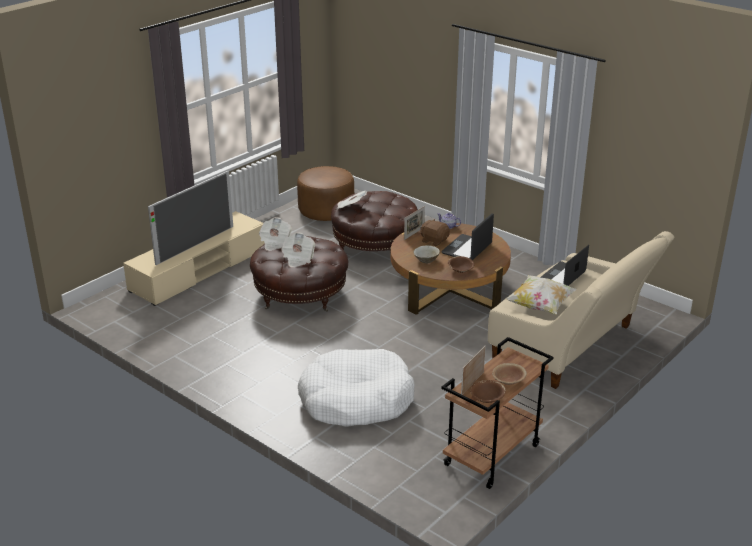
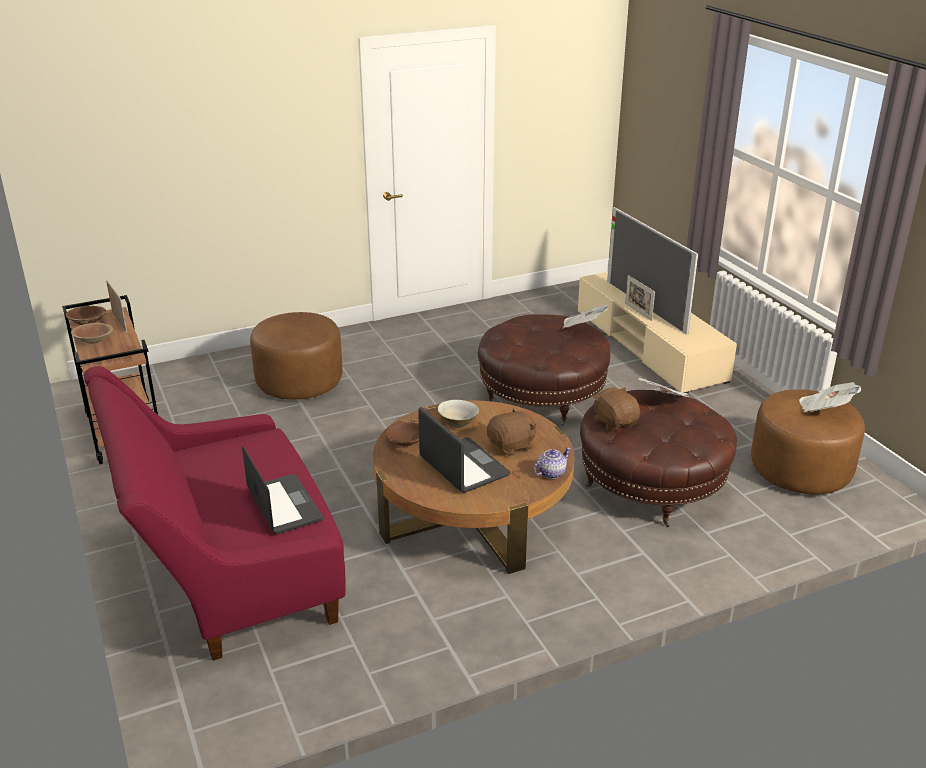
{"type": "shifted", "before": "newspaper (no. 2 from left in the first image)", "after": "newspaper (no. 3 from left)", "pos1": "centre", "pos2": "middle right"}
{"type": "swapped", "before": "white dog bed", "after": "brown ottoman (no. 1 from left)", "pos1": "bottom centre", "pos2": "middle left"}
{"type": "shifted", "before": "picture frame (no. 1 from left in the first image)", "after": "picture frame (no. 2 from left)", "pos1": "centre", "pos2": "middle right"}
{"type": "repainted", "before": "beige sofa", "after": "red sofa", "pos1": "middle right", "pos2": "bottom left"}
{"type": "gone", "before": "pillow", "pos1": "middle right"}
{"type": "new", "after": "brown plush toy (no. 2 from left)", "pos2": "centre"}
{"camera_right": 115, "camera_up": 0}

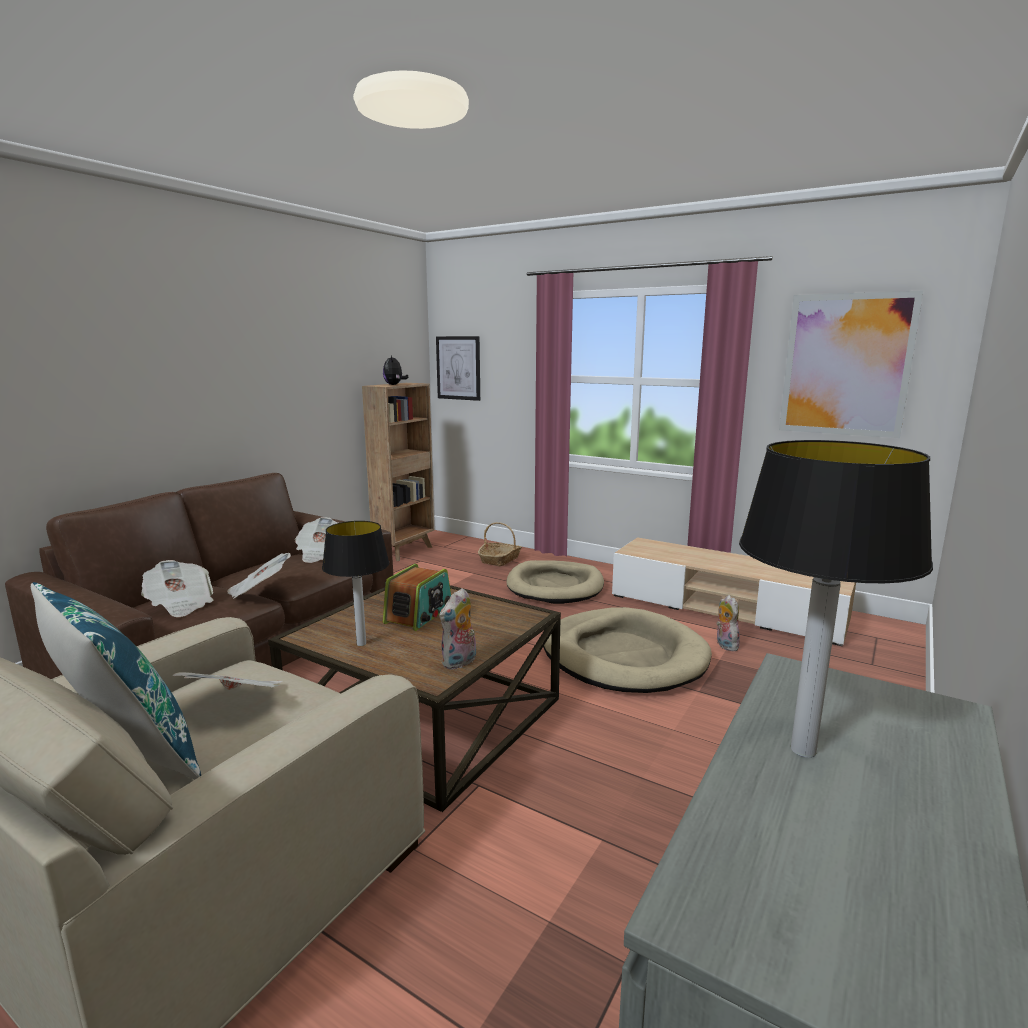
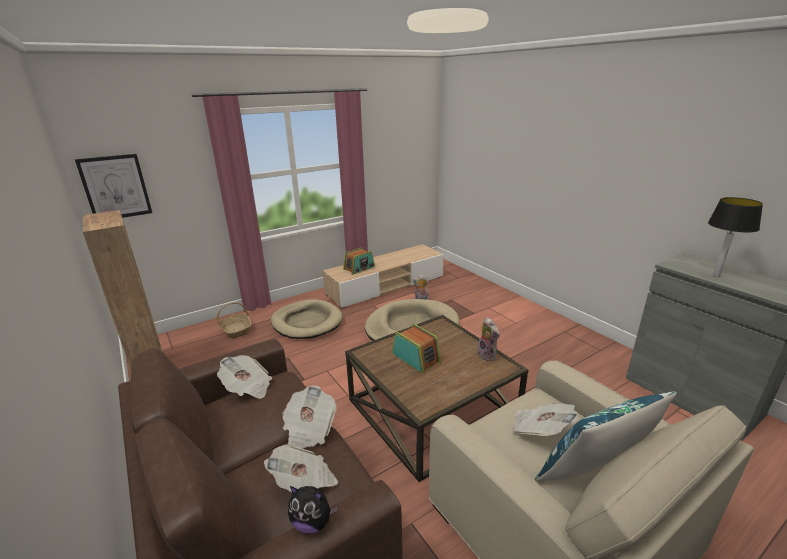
{"type": "gone", "before": "table lamp (no. 1 from left)", "pos1": "centre"}
{"type": "shifted", "before": "plush toy (no. 1 from left)", "pos1": "centre", "pos2": "bottom centre"}
{"type": "gone", "before": "picture (no. 2 from left)", "pos1": "middle right"}
{"type": "new", "after": "radio (no. 1 from left)", "pos2": "centre"}
{"camera_right": -65, "camera_up": 10}

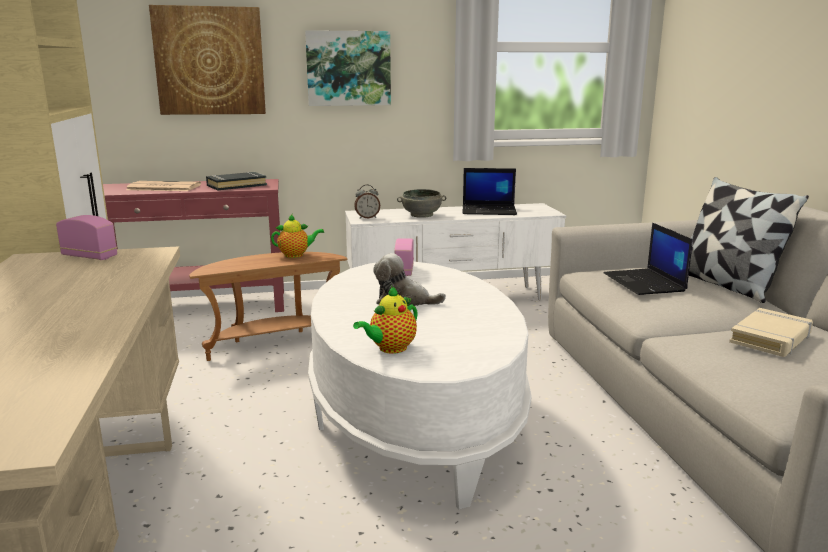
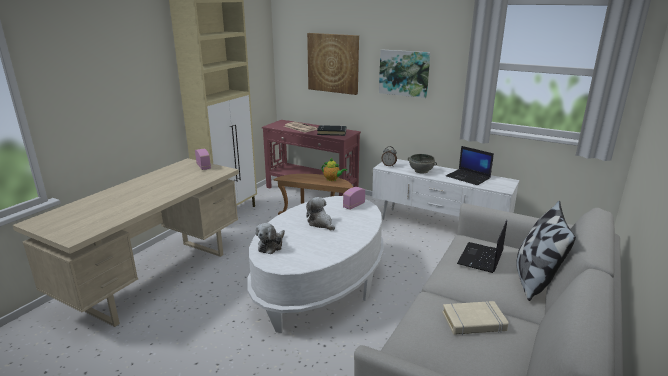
{"type": "swapped", "before": "teapot (no. 2 from left)", "after": "plush toy (no. 1 from left)", "pos1": "centre", "pos2": "centre"}
{"camera_right": 40, "camera_up": 5}

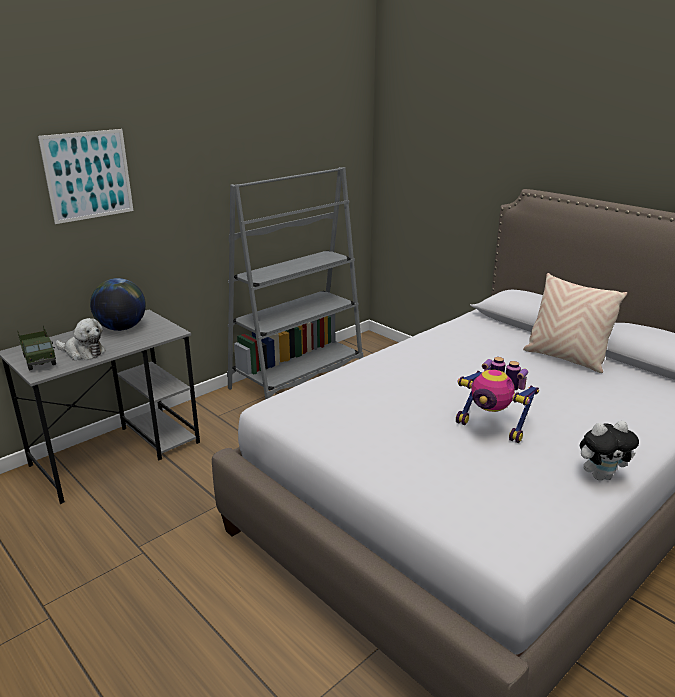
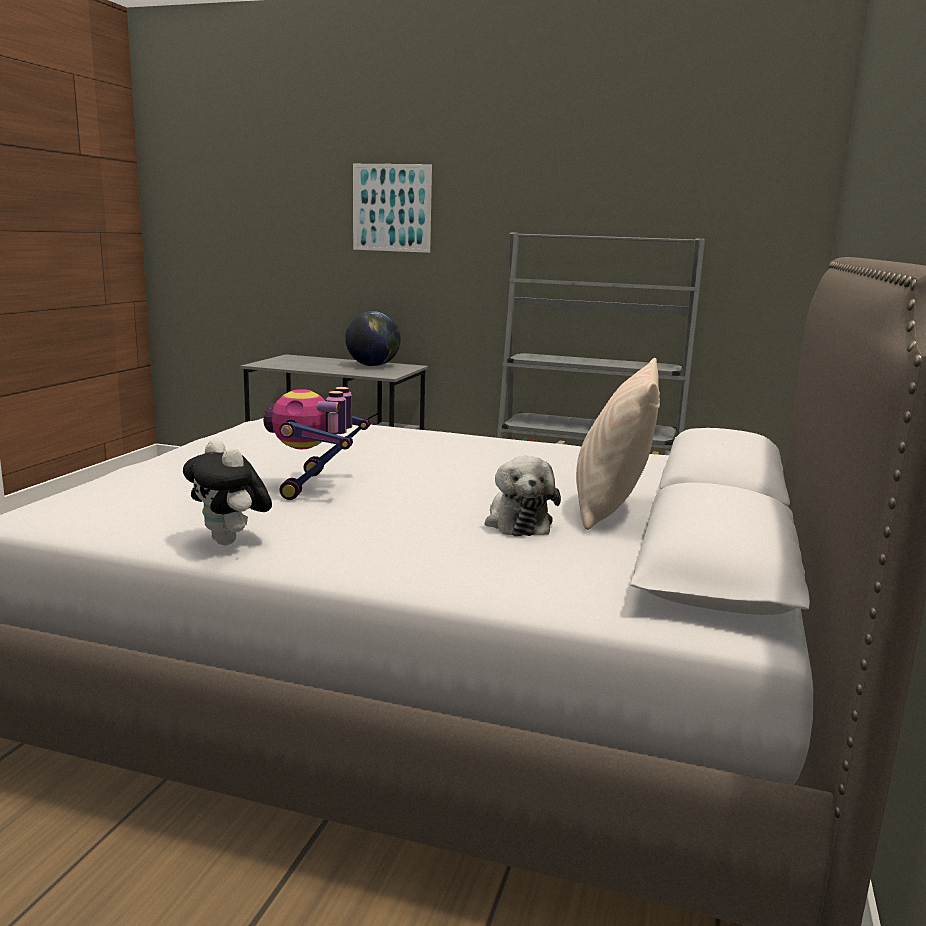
{"type": "gone", "before": "toy truck", "pos1": "middle left"}
{"type": "shifted", "before": "plush toy (no. 1 from left in the first image)", "after": "plush toy (no. 2 from left)", "pos1": "middle left", "pos2": "centre"}
{"camera_right": 60, "camera_up": -10}

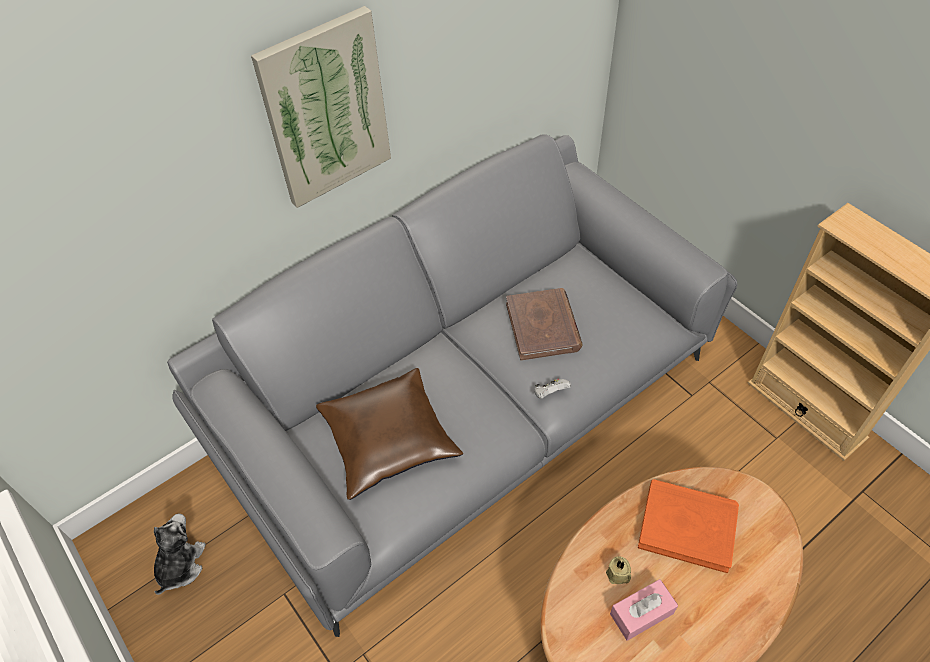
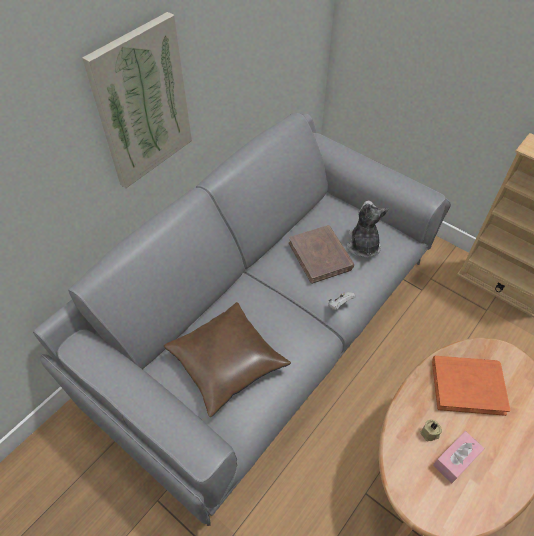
{"type": "shifted", "before": "plush toy", "pos1": "bottom left", "pos2": "middle right"}
{"camera_right": -15, "camera_up": 0}

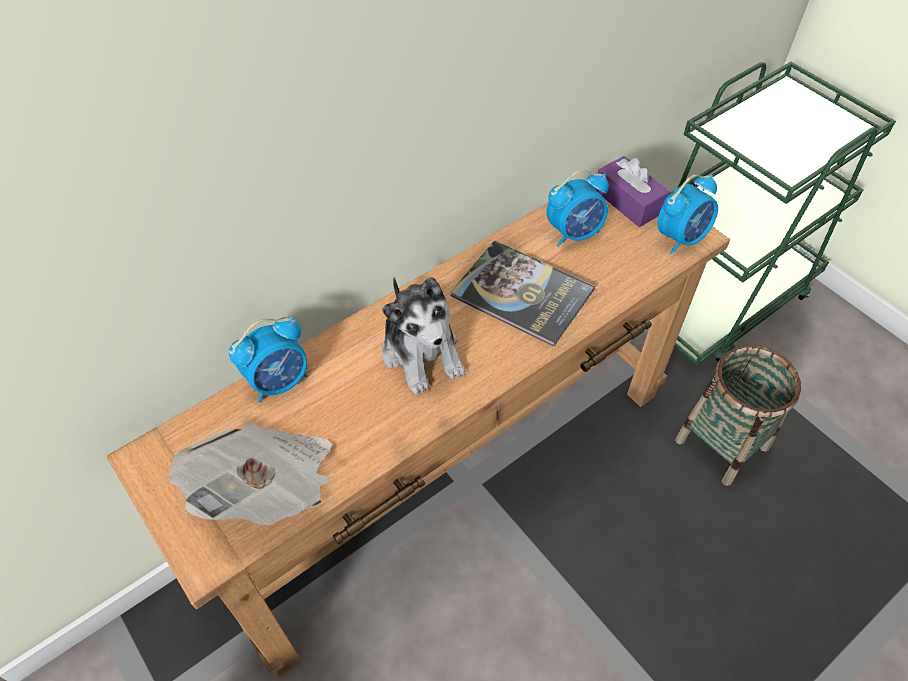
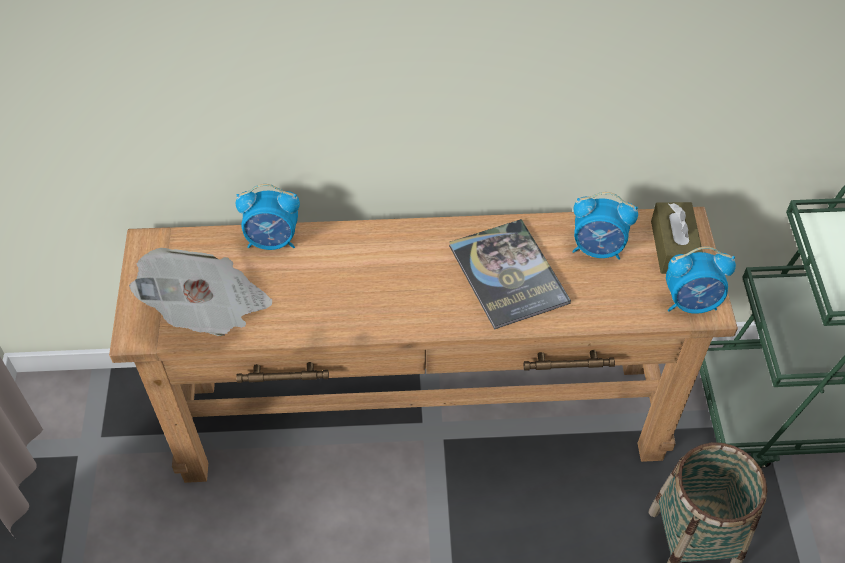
{"type": "gone", "before": "plush toy", "pos1": "centre"}
{"type": "repainted", "before": "purple tissue box", "after": "brown tissue box", "pos1": "top right", "pos2": "middle right"}
{"camera_right": 35, "camera_up": 0}

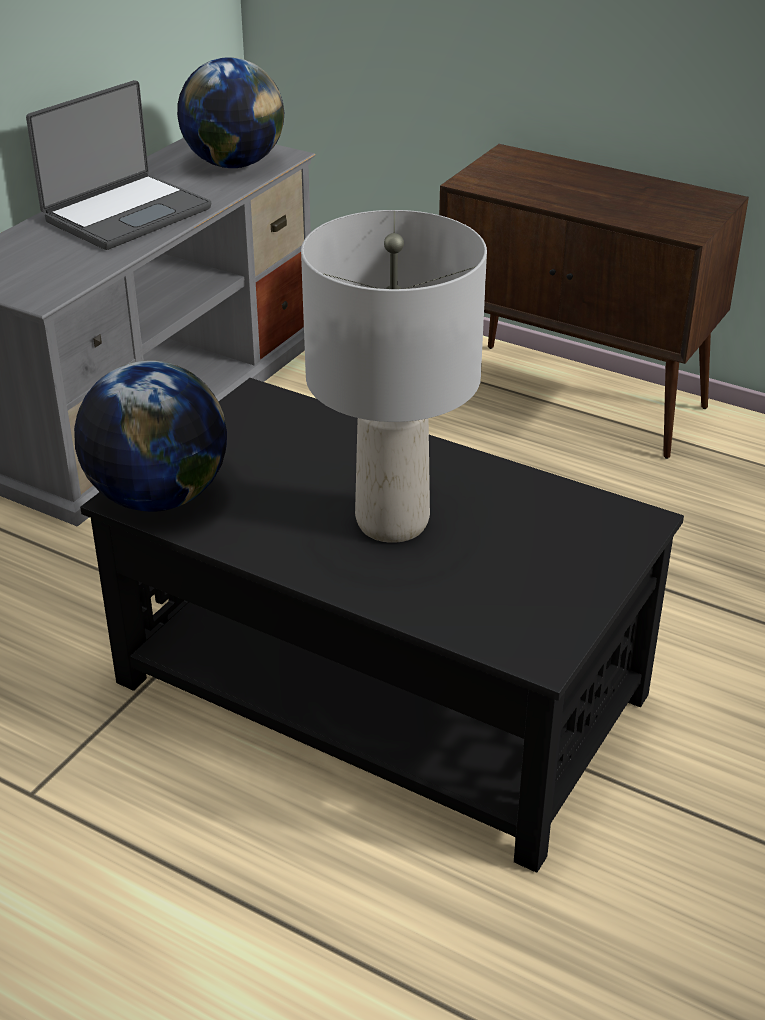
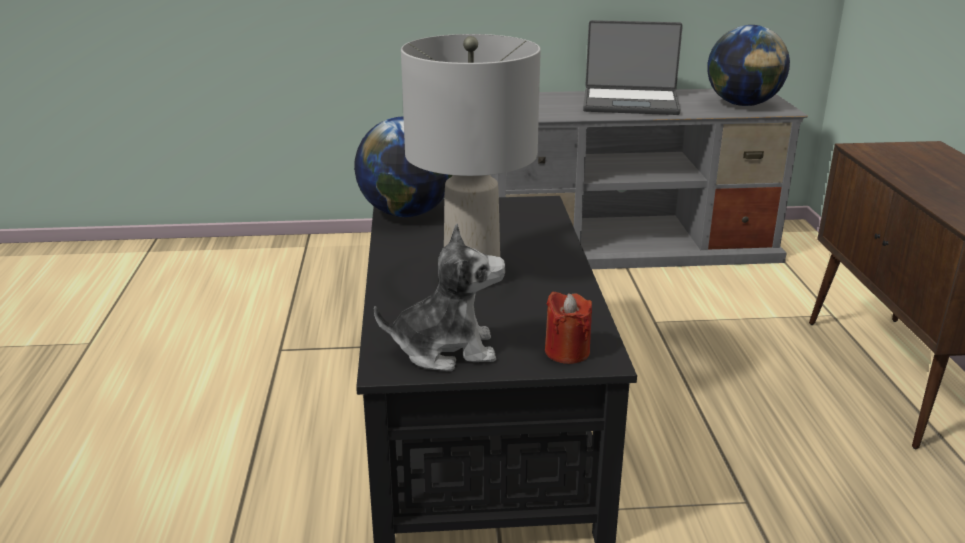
{"type": "new", "after": "plush toy", "pos2": "centre"}
{"type": "new", "after": "red candle", "pos2": "centre"}
{"camera_right": 55, "camera_up": -10}

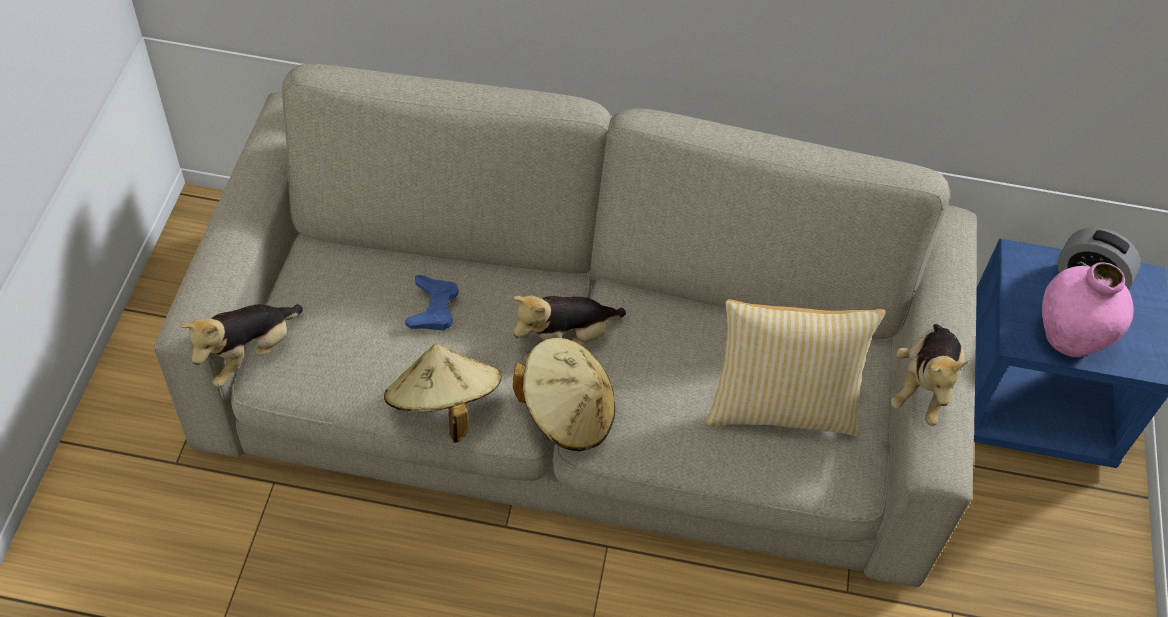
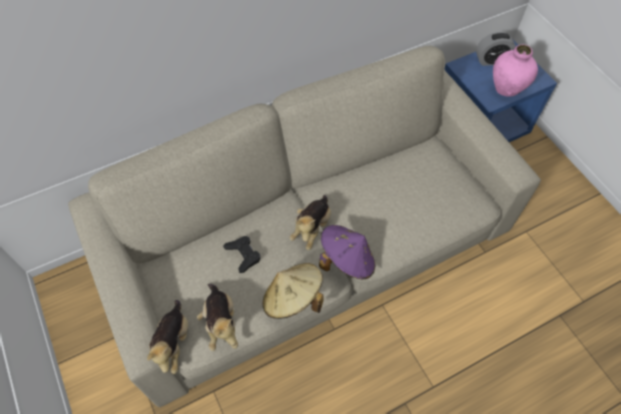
{"type": "repainted", "before": "blue game controller", "after": "black game controller", "pos1": "centre", "pos2": "centre"}
{"type": "repainted", "before": "beige hat (no. 2 from left)", "after": "purple hat", "pos1": "centre", "pos2": "centre"}
{"type": "gone", "before": "pillow", "pos1": "middle right"}
{"type": "shifted", "before": "plush toy (no. 3 from left in the first image)", "after": "plush toy (no. 2 from left)", "pos1": "middle right", "pos2": "bottom centre"}
{"camera_right": -35, "camera_up": 5}

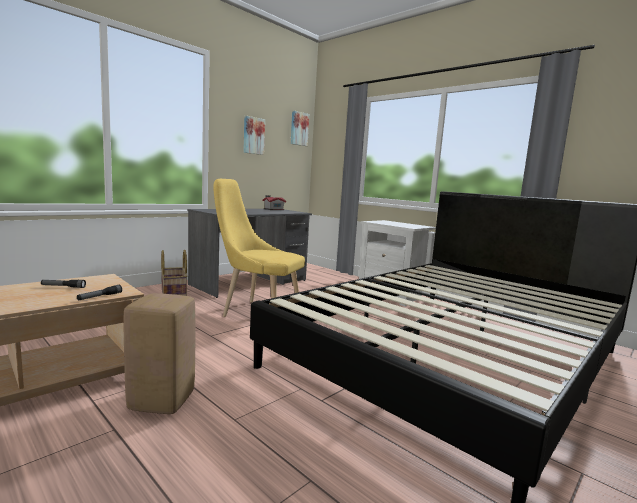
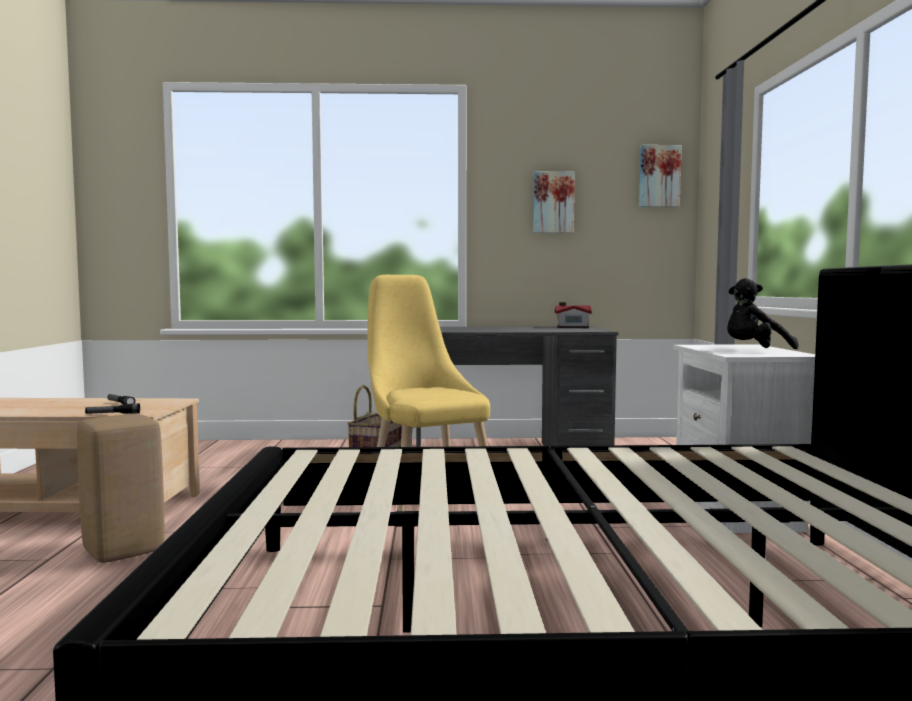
{"type": "new", "after": "black plush toy", "pos2": "middle right"}
{"camera_right": 45, "camera_up": -5}

